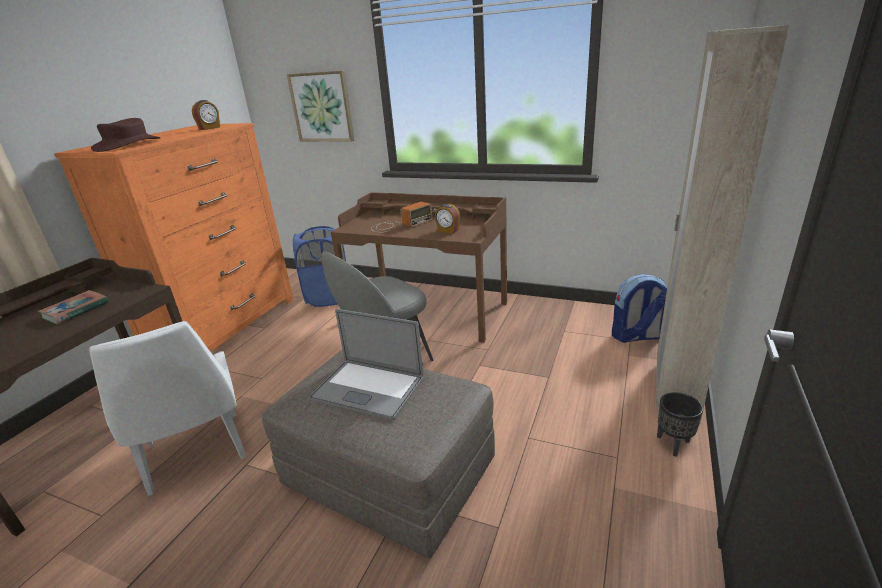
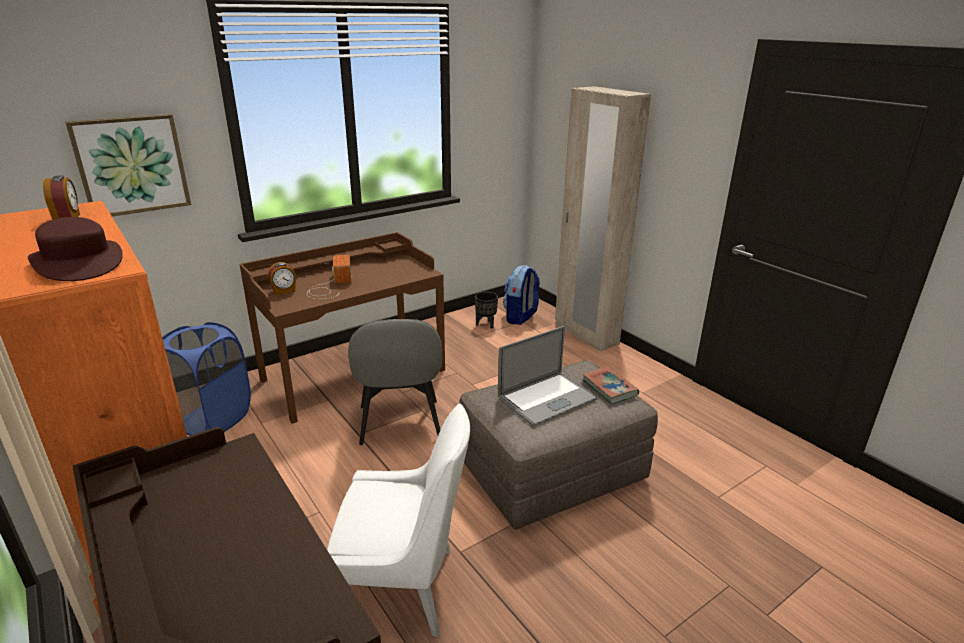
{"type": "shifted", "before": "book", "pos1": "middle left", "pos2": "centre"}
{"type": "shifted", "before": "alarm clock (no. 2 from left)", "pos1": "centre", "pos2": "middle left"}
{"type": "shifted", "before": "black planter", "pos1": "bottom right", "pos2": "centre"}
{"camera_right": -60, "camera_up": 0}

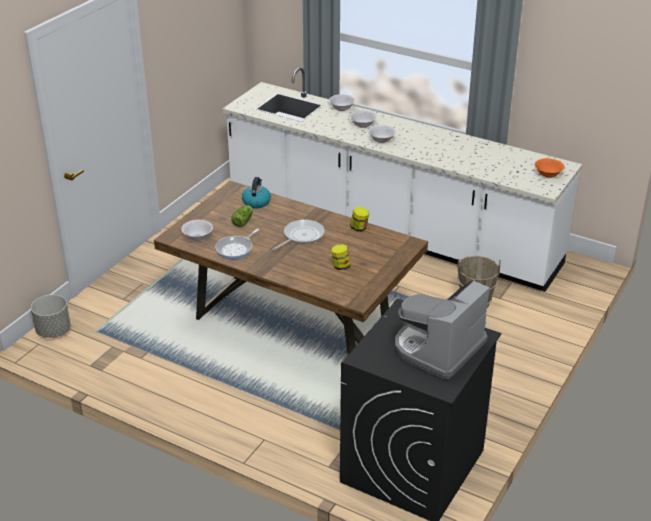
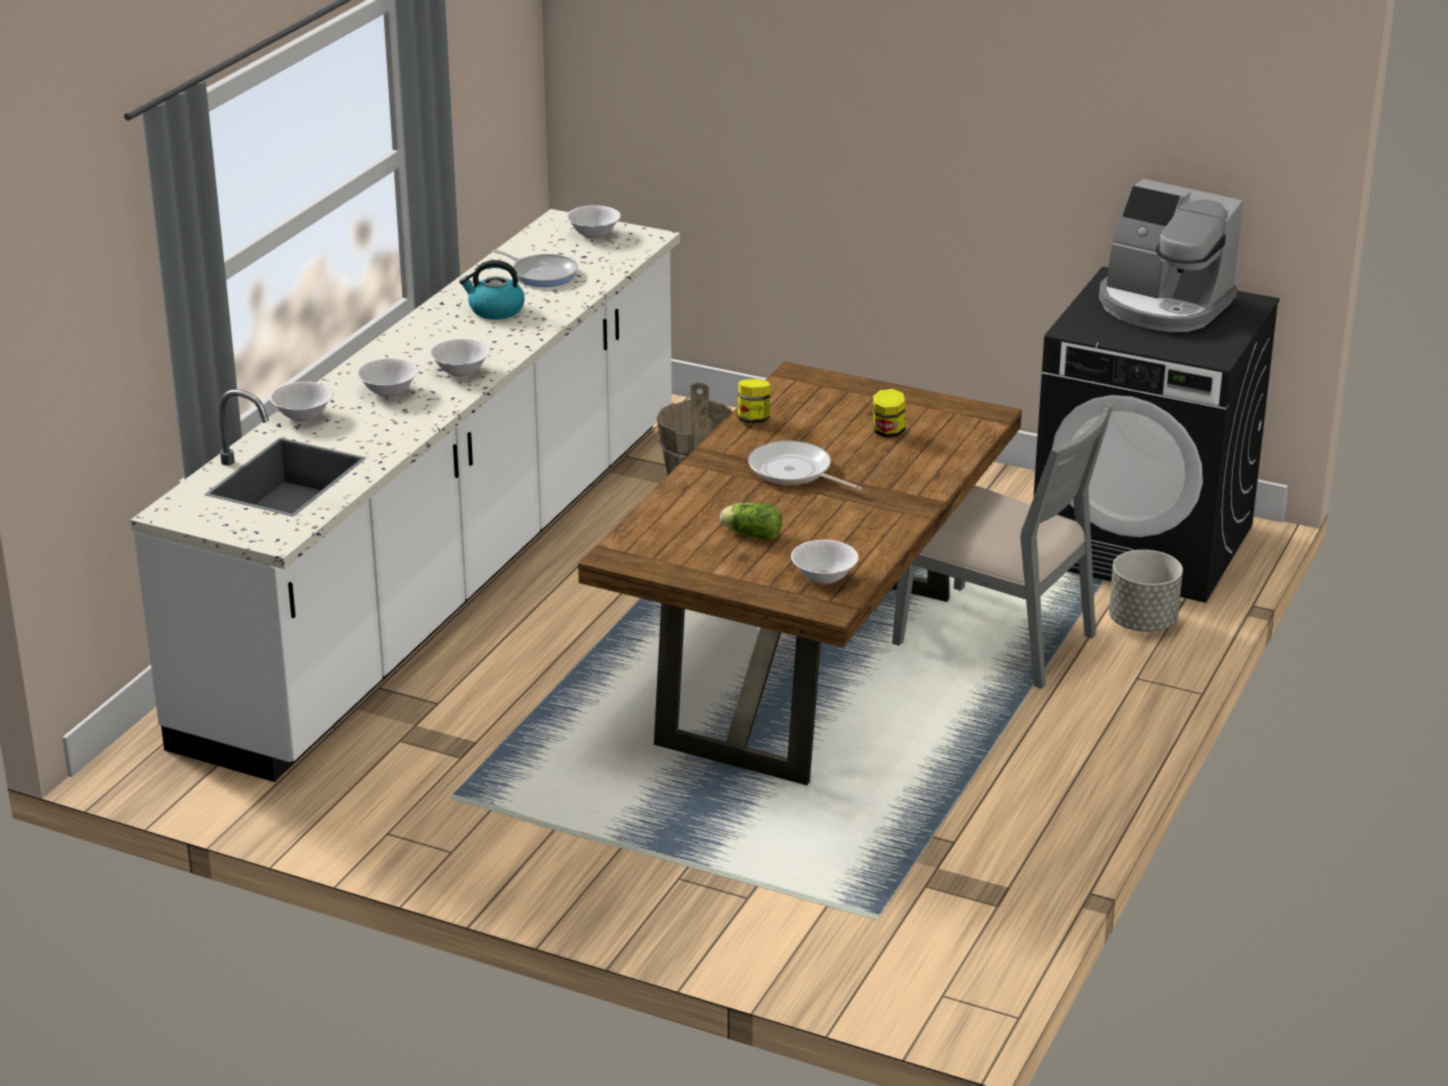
{"type": "shifted", "before": "grey planter", "pos1": "middle left", "pos2": "middle right"}
{"type": "shifted", "before": "frying pan (no. 1 from left)", "pos1": "centre", "pos2": "top centre"}
{"type": "shifted", "before": "kettle", "pos1": "centre", "pos2": "top centre"}
{"type": "repainted", "before": "orange bowl", "after": "white bowl (no. 4 from left)", "pos1": "top right", "pos2": "top centre"}
{"type": "new", "after": "grey chair", "pos2": "middle right"}
{"camera_right": -95, "camera_up": -5}

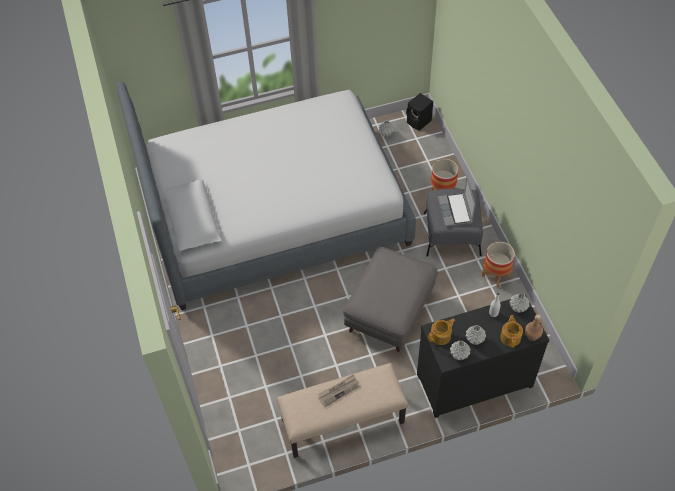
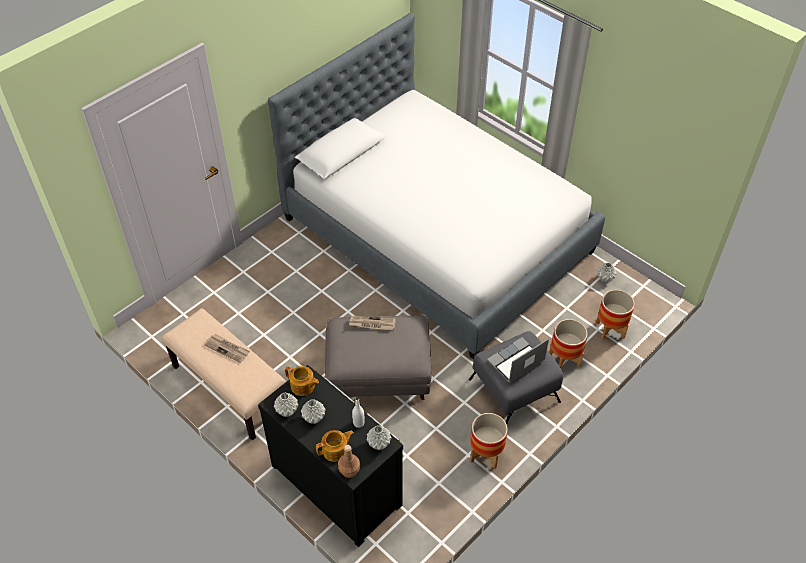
{"type": "gone", "before": "black speaker", "pos1": "top centre"}
{"type": "new", "after": "newspaper (no. 2 from left)", "pos2": "centre"}
{"type": "new", "after": "planter (no. 3 from left)", "pos2": "middle right"}
{"camera_right": 60, "camera_up": -5}

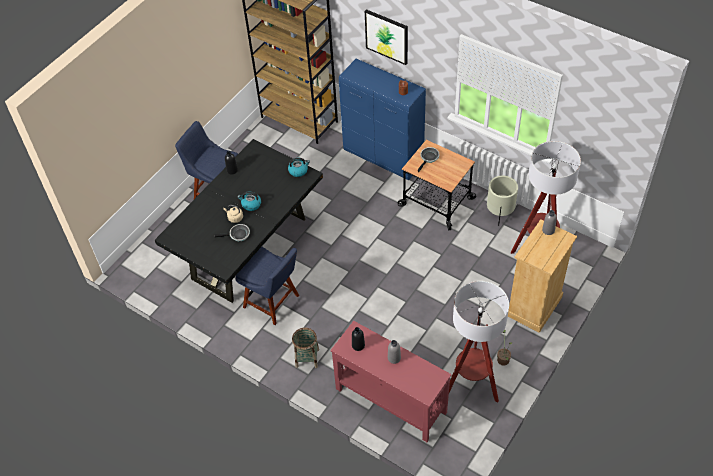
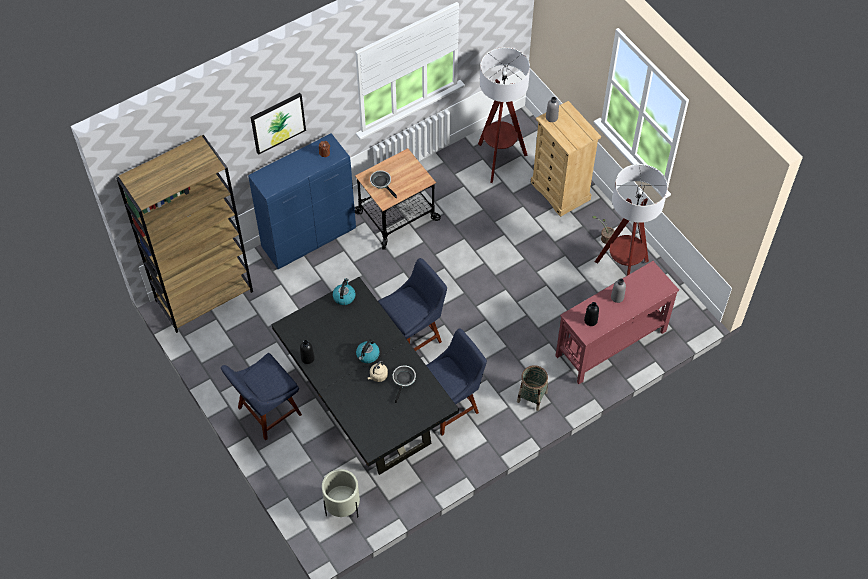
{"type": "shifted", "before": "beige planter", "pos1": "middle right", "pos2": "bottom centre"}
{"type": "new", "after": "blue chair (no. 2 from left)", "pos2": "centre"}
{"camera_right": -70, "camera_up": 5}

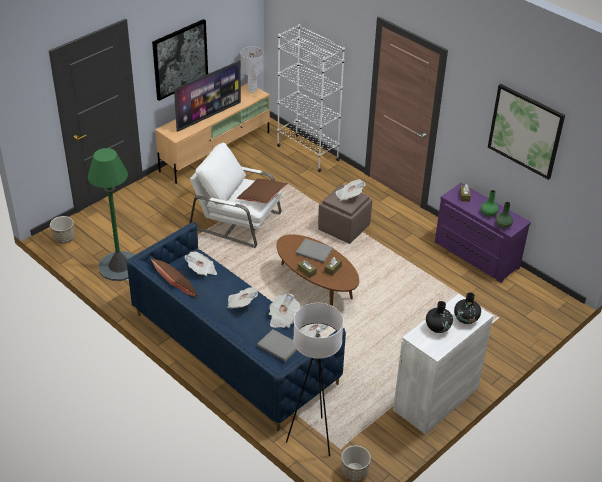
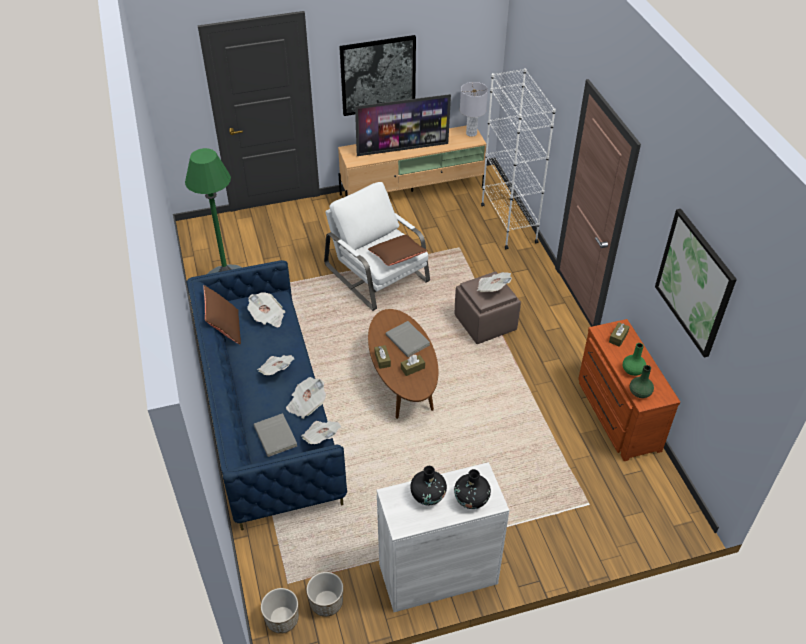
{"type": "shifted", "before": "planter (no. 1 from left in the first image)", "after": "planter (no. 2 from left)", "pos1": "middle left", "pos2": "bottom centre"}
{"type": "gone", "before": "white floor lamp", "pos1": "bottom centre"}
{"type": "repainted", "before": "purple dresser", "after": "brown dresser", "pos1": "middle right", "pos2": "middle right"}
{"camera_right": 30, "camera_up": 5}

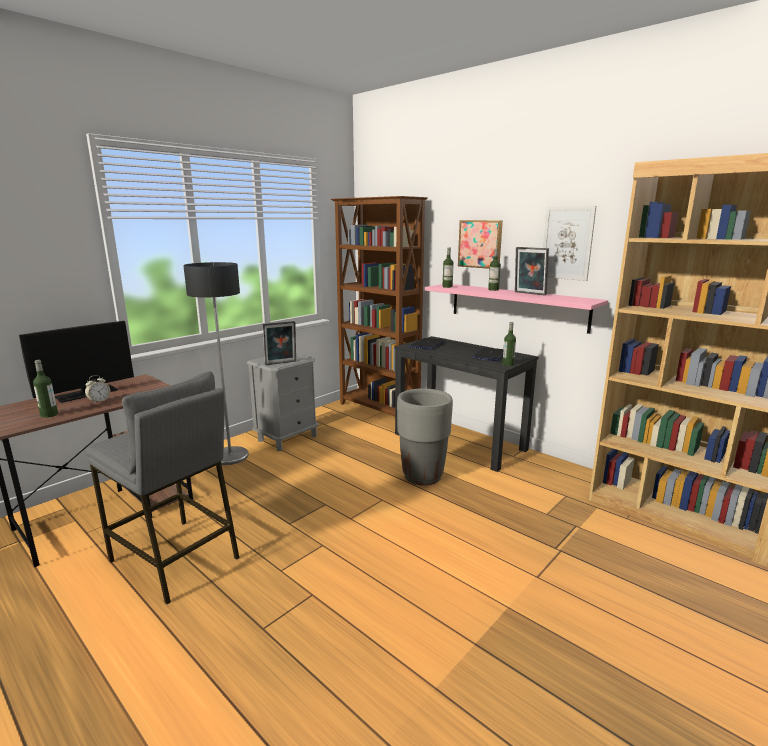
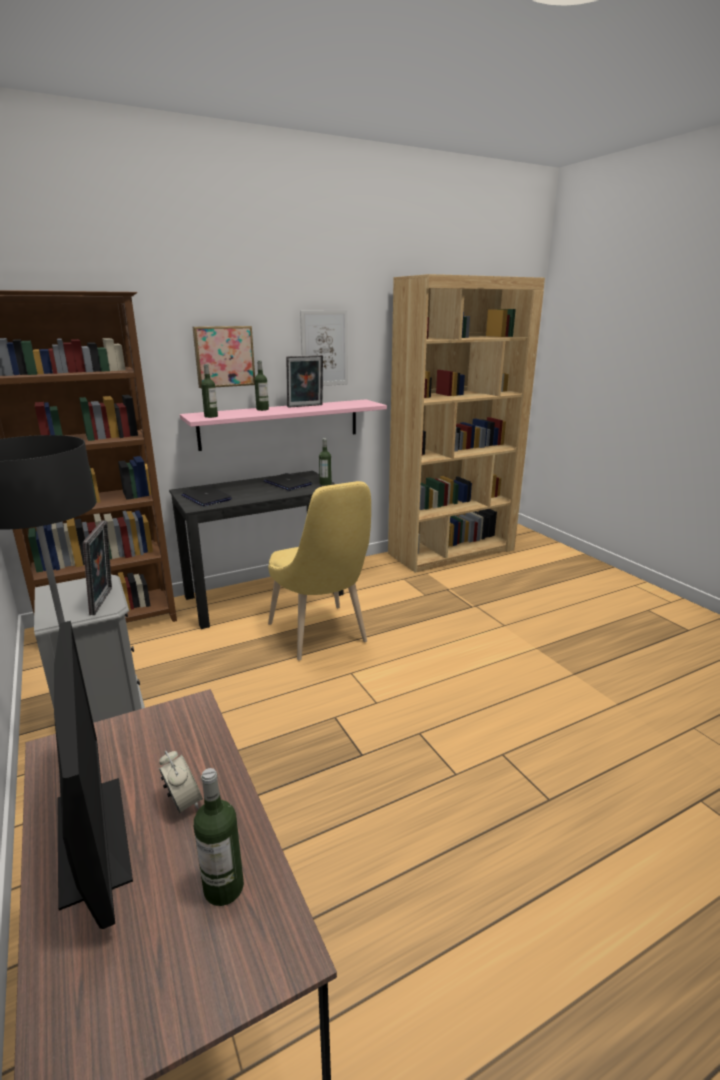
{"type": "gone", "before": "grey stool", "pos1": "middle left"}
{"type": "swapped", "before": "grey planter", "after": "yellow chair", "pos1": "centre", "pos2": "centre"}
{"camera_right": -70, "camera_up": 5}

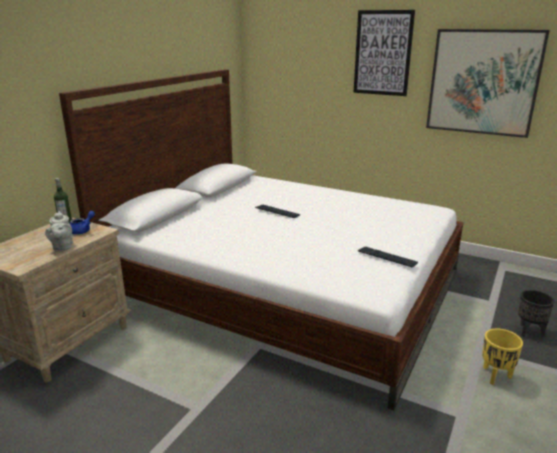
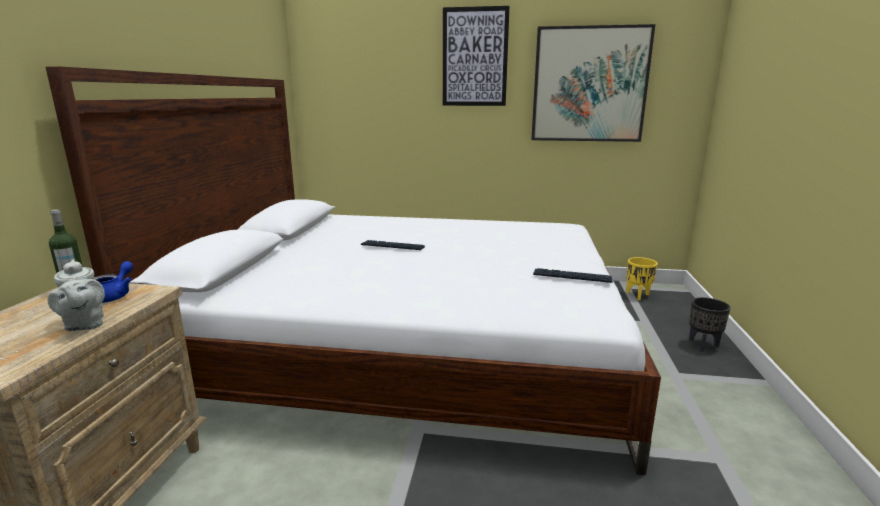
{"type": "shifted", "before": "yellow planter", "pos1": "bottom right", "pos2": "middle right"}
{"camera_right": -20, "camera_up": -5}

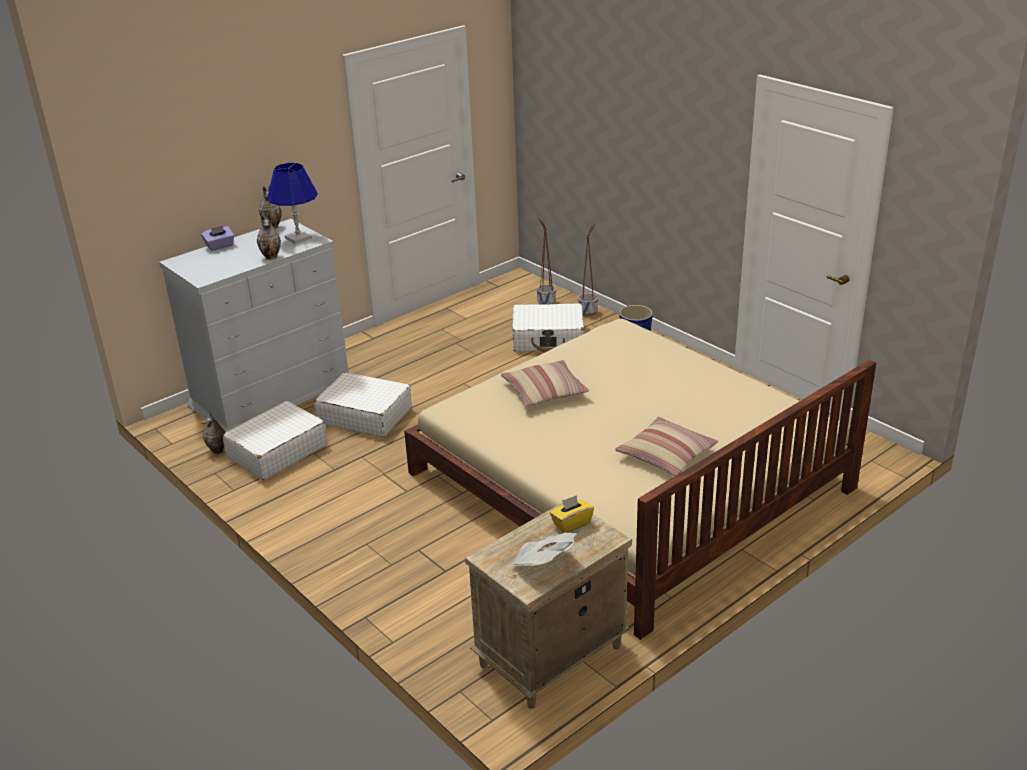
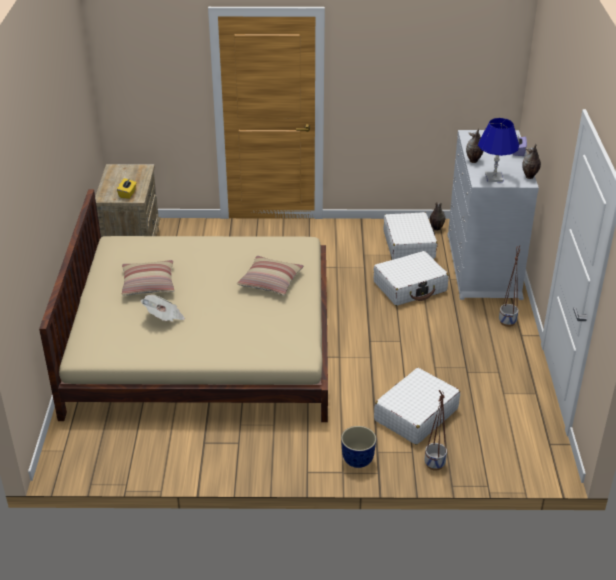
{"type": "shifted", "before": "newspaper", "pos1": "bottom centre", "pos2": "middle left"}
{"type": "shifted", "before": "planter (no. 1 from left in the first image)", "after": "planter (no. 3 from left)", "pos1": "centre", "pos2": "middle right"}
{"camera_right": 130, "camera_up": 5}

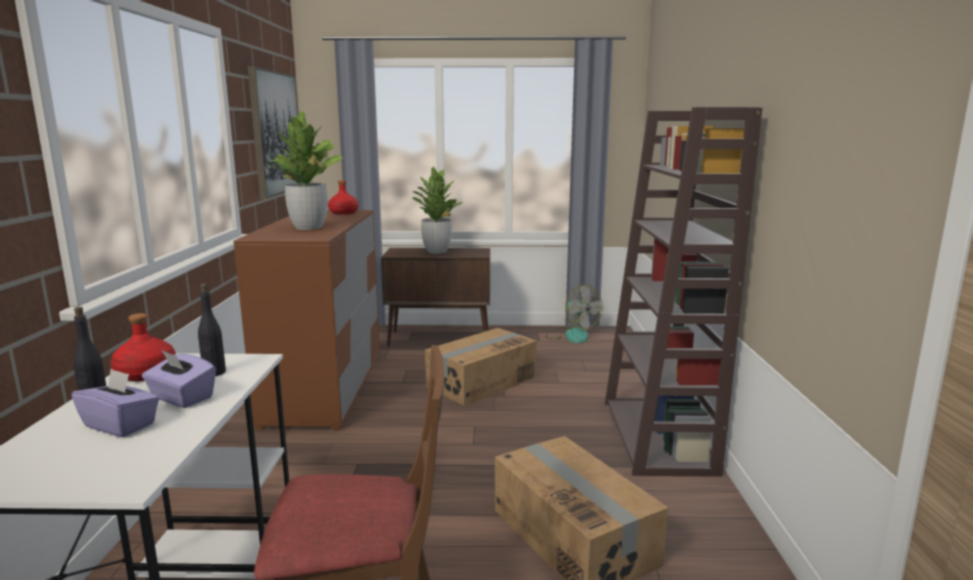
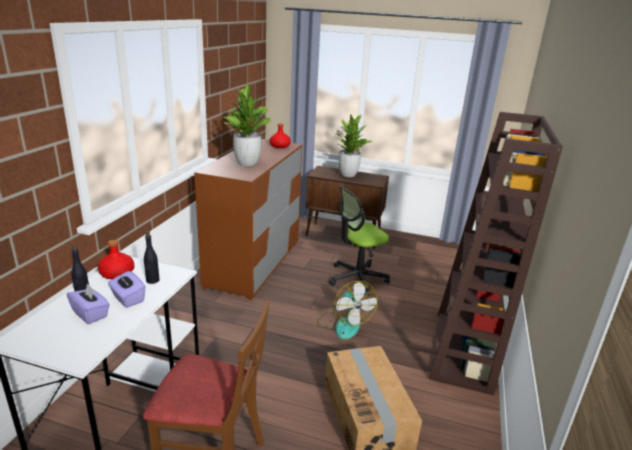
{"type": "gone", "before": "picture", "pos1": "top left"}
{"type": "swapped", "before": "cardboard box (no. 1 from left)", "after": "office chair", "pos1": "centre", "pos2": "centre"}
{"type": "shifted", "before": "fan", "pos1": "centre", "pos2": "bottom centre"}
{"camera_right": 15, "camera_up": 10}

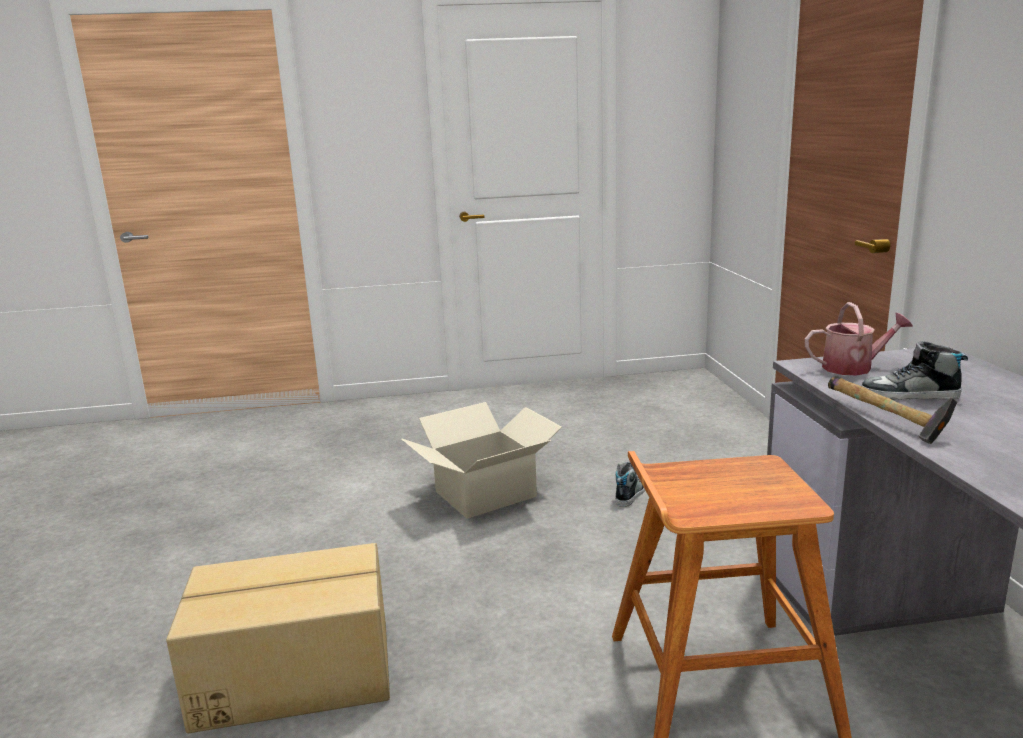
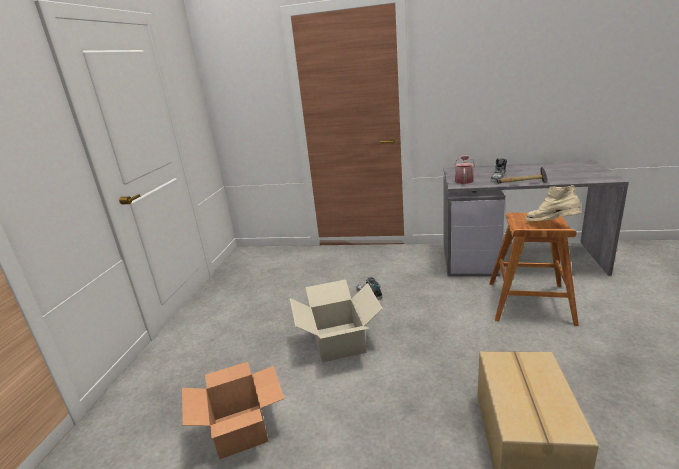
{"type": "new", "after": "cardboard box (no. 1 from left)", "pos2": "bottom centre"}
{"type": "new", "after": "beige boot", "pos2": "middle right"}
{"camera_right": -70, "camera_up": 5}

